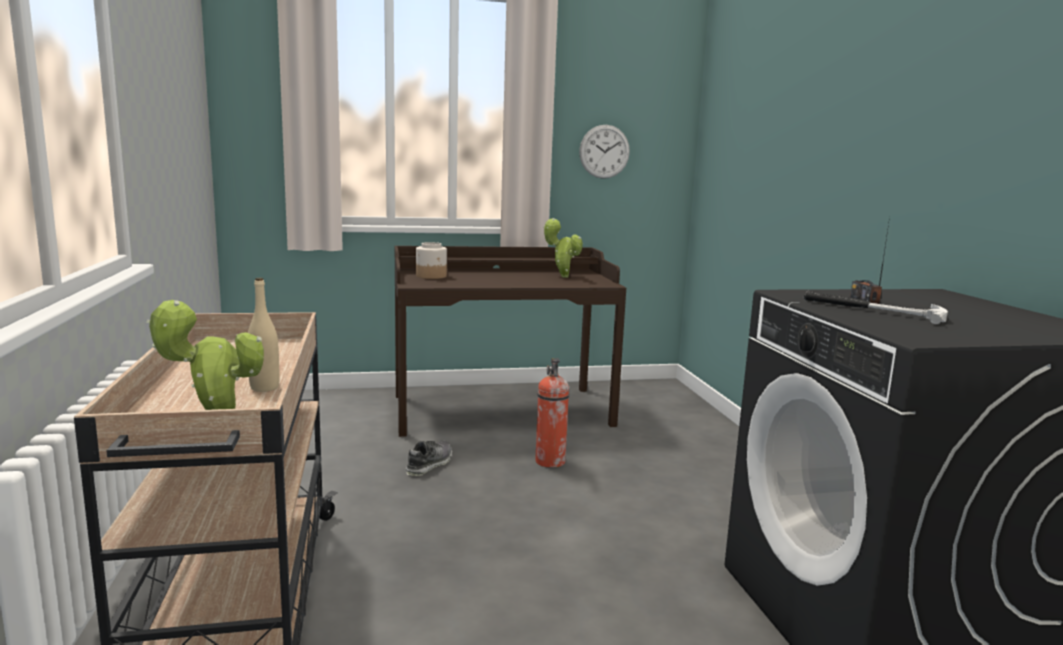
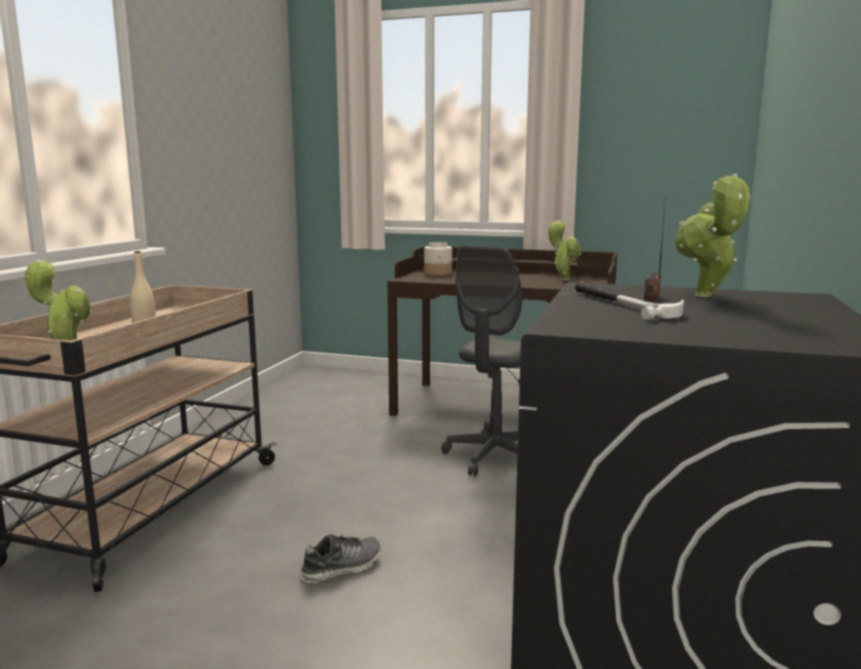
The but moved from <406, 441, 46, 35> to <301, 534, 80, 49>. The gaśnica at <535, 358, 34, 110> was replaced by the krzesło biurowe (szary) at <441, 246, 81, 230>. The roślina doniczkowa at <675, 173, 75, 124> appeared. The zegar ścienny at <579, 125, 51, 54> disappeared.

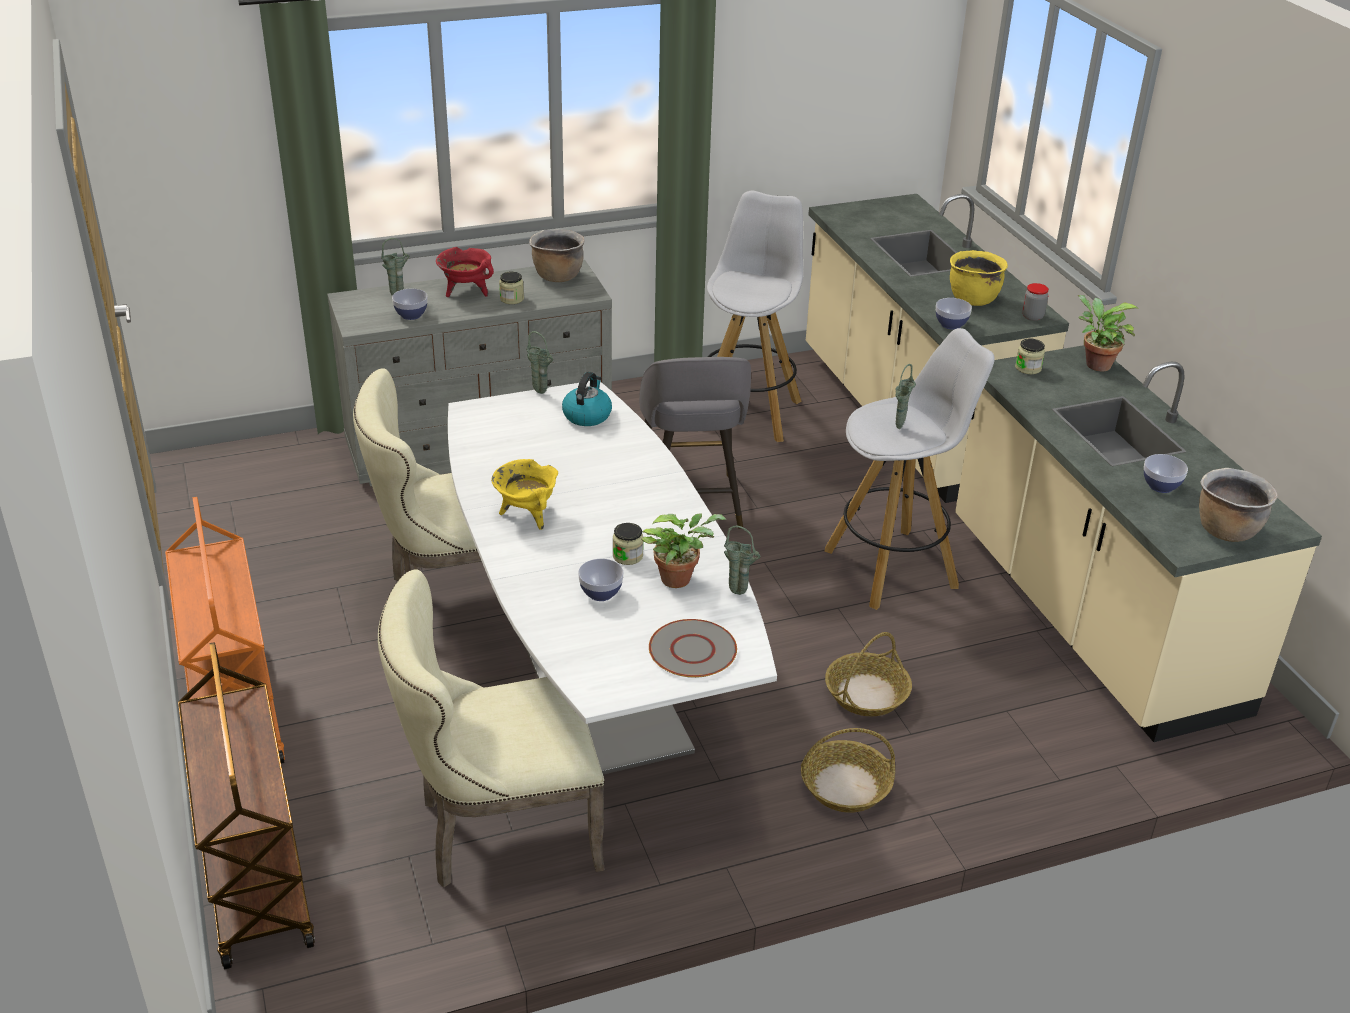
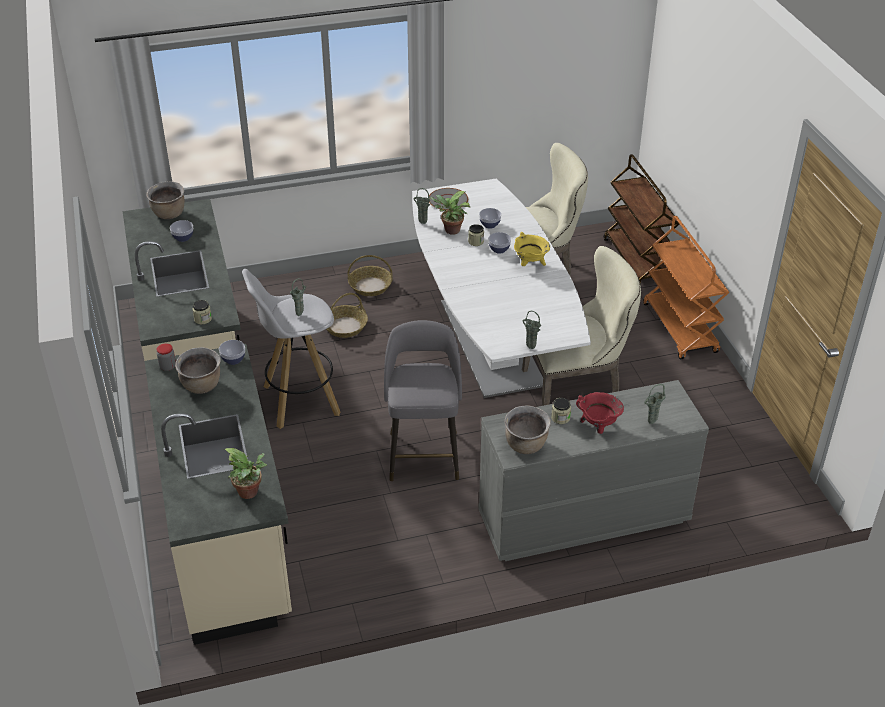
The garnek (żółty) at <950, 250, 58, 56> became the garnek (brązowy) at <175, 347, 46, 47>. The roślina doniczkowa moved from <1078, 295, 60, 76> to <224, 448, 43, 51>. The miska moved from <392, 289, 36, 31> to <488, 232, 23, 22>. The czajnik at <562, 372, 50, 54> disappeared. The stołek (biały) at <707, 191, 97, 251> disappeared.

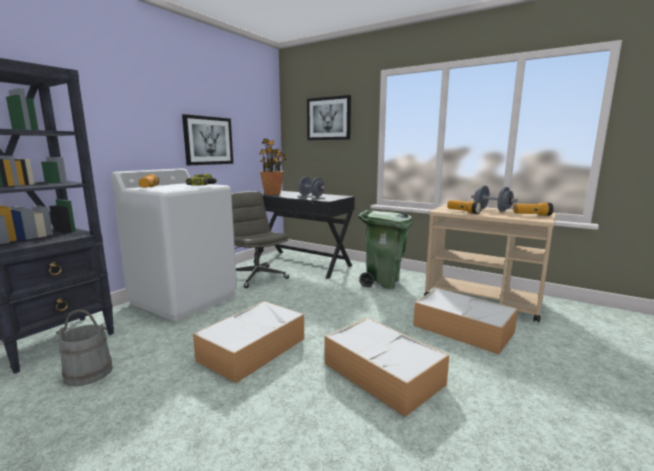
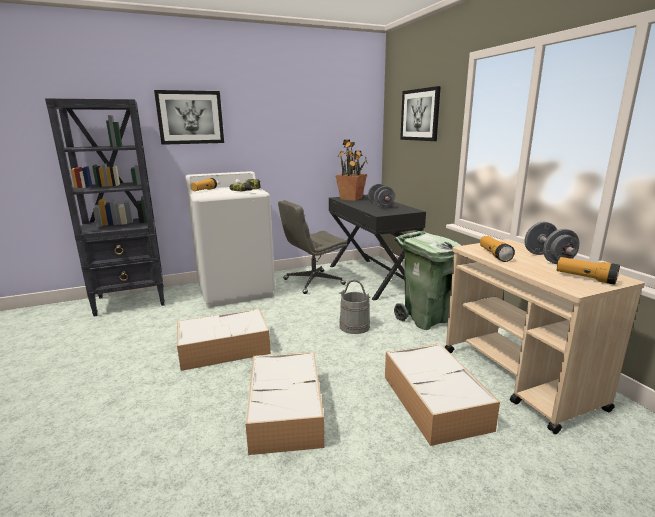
The obraz moved from <182, 114, 51, 52> to <154, 90, 70, 55>. The krzesło biurowe (szary) at <231, 191, 58, 97> turned 120 degrees counterclockwise. The wiadro (szary) moved from <56, 309, 57, 77> to <339, 280, 32, 54>.

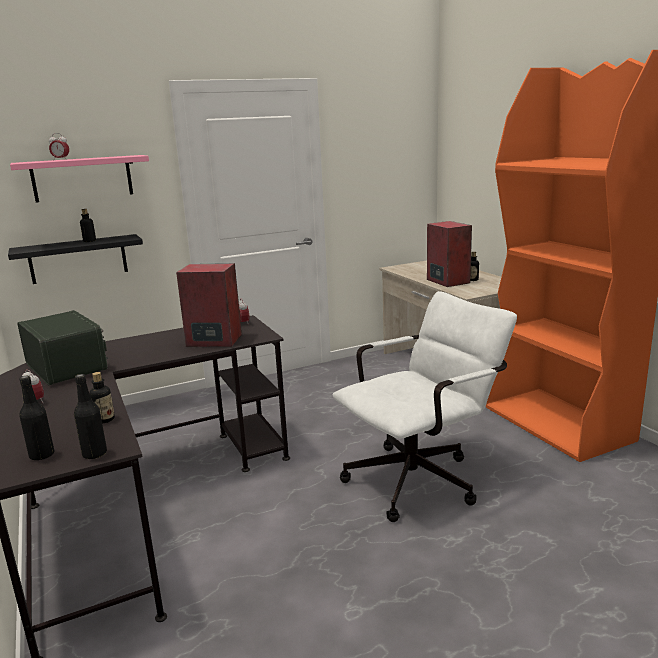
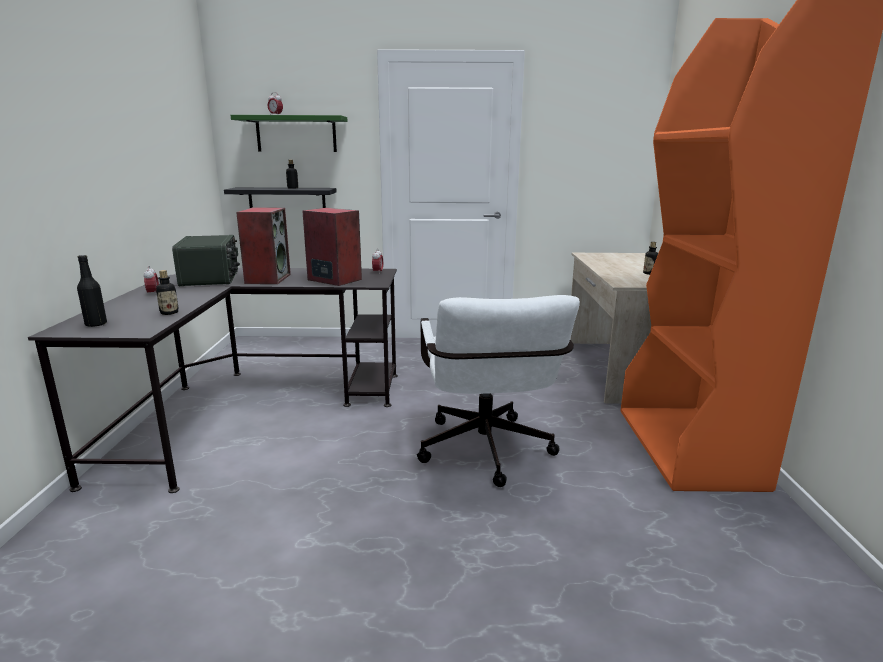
The półka (różowy) at <10, 155, 139, 48> became the półka (zielony) at <231, 115, 116, 37>. The głośnik moved from <427, 221, 45, 66> to <236, 207, 55, 77>. The krzesło biurowe (biały) at <333, 291, 184, 231> turned 90 degrees clockwise. The butelka (czarny) at <74, 374, 33, 85> disappeared.

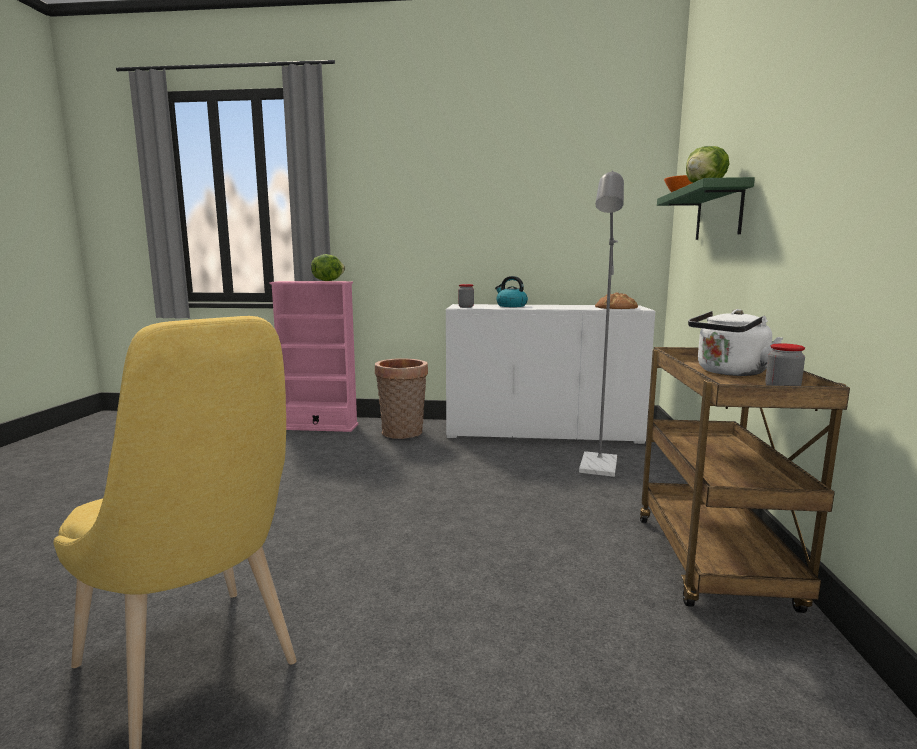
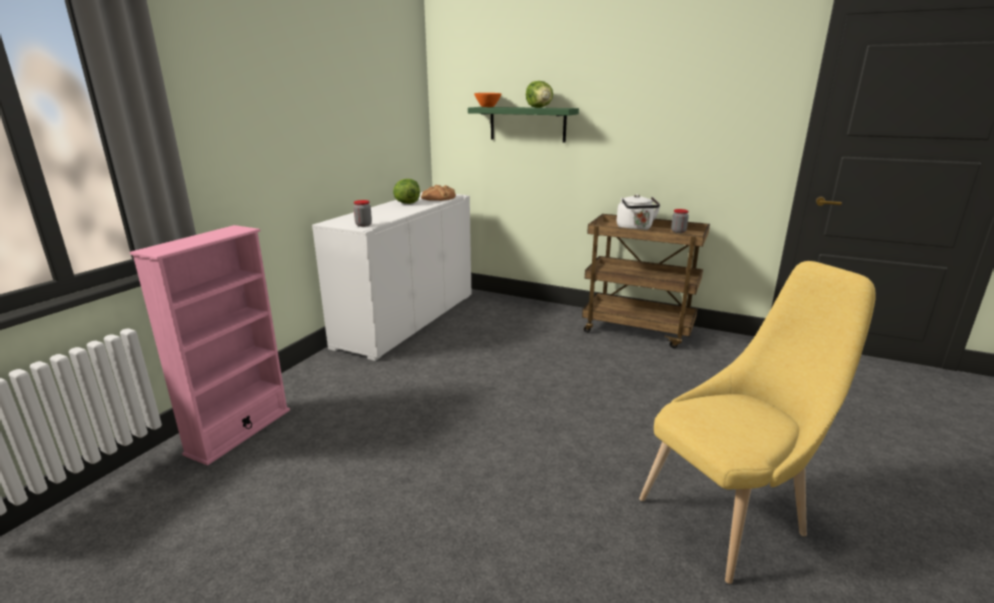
The sałata moved from <311, 254, 34, 27> to <393, 179, 27, 25>. The koszyk at <375, 358, 53, 81> disappeared. The czajnik at <495, 276, 33, 31> disappeared. The lampa stojąca (szary) at <579, 171, 45, 306> disappeared.

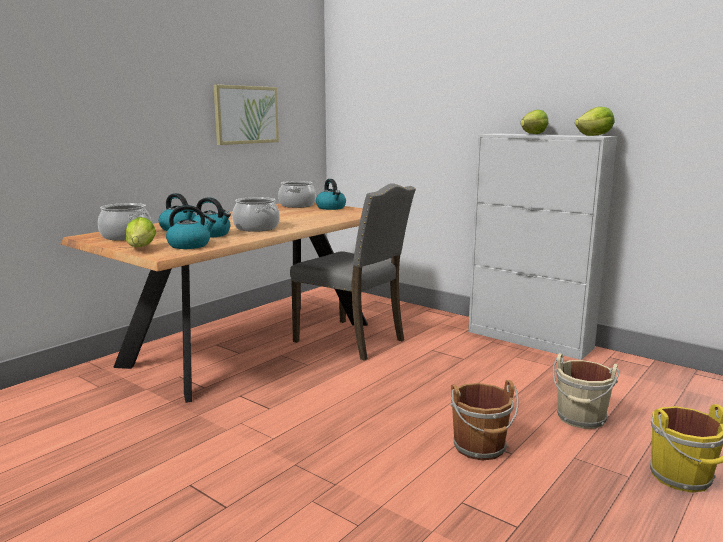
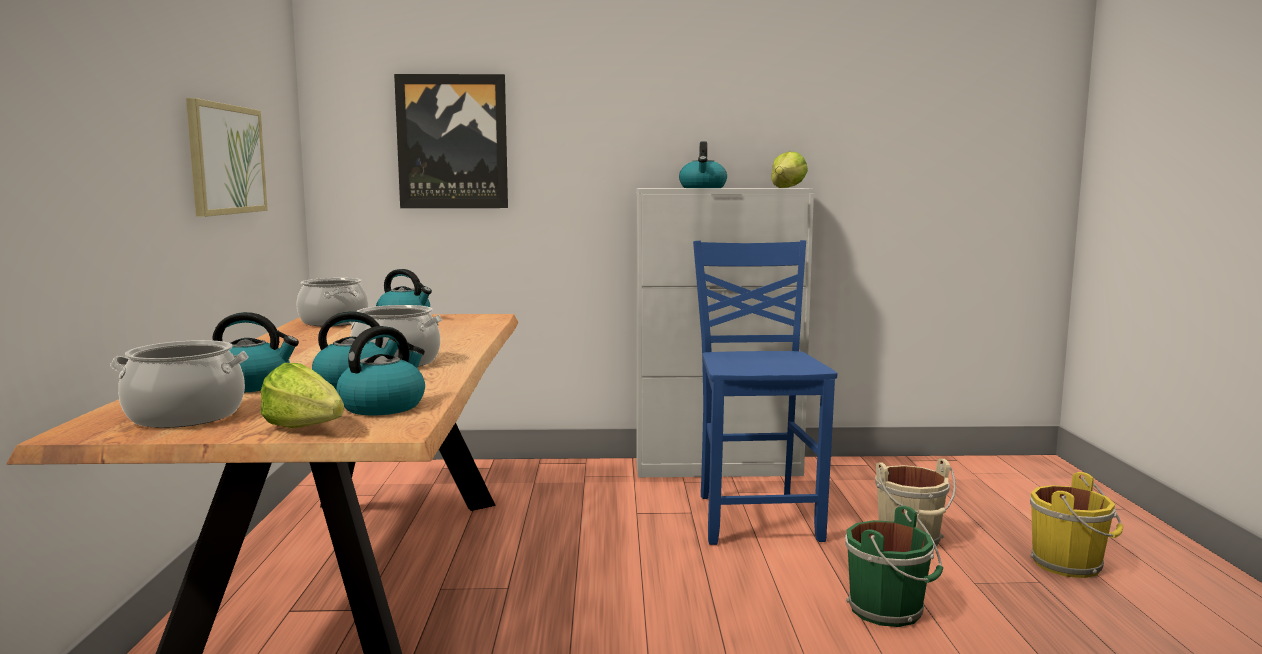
The obraz at <394, 74, 114, 134> appeared. The sałata at <521, 110, 28, 24> was replaced by the czajnik at <679, 141, 48, 47>. The krzesło (niebieski) at <693, 240, 144, 305> appeared. The wiadro (brązowy) at <451, 380, 68, 81> became the wiadro (zielony) at <845, 506, 98, 121>. The krzesło (szary) at <290, 183, 126, 178> disappeared.

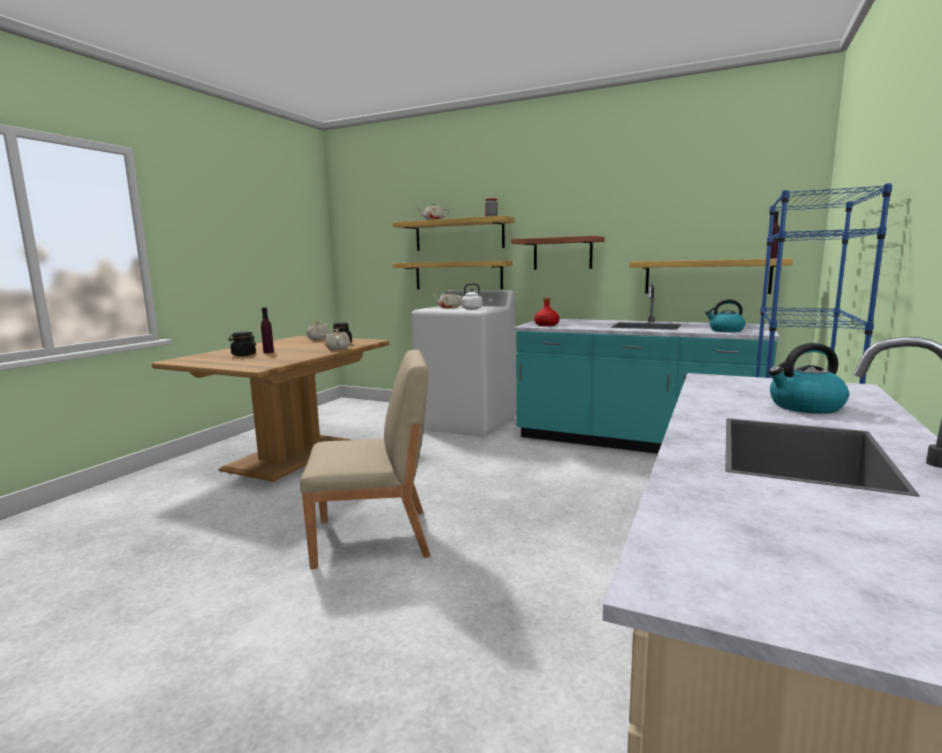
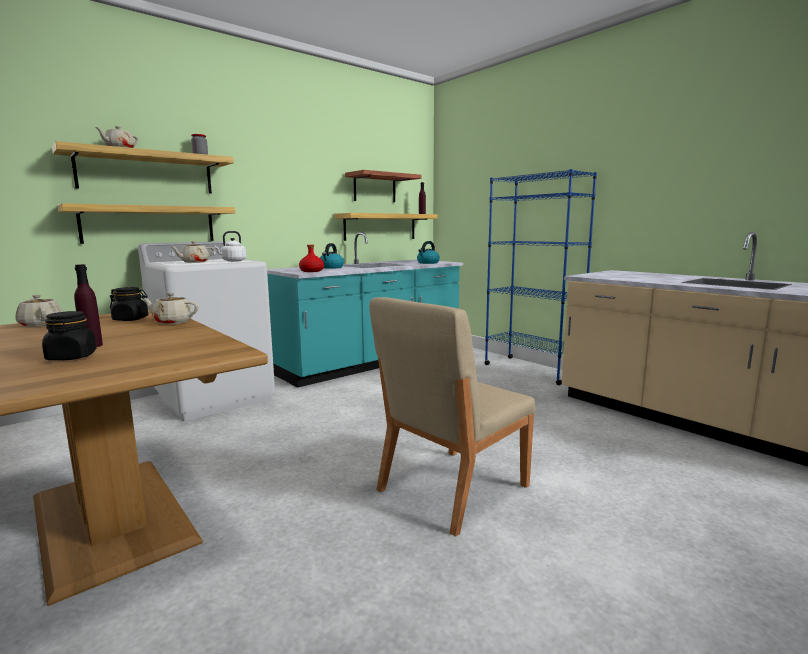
The czajnik moved from <769, 343, 80, 71> to <320, 243, 24, 26>. The półka moved from <512, 236, 92, 34> to <345, 170, 76, 32>. The krzesło (beżowy) at <300, 350, 130, 219> turned 150 degrees counterclockwise.

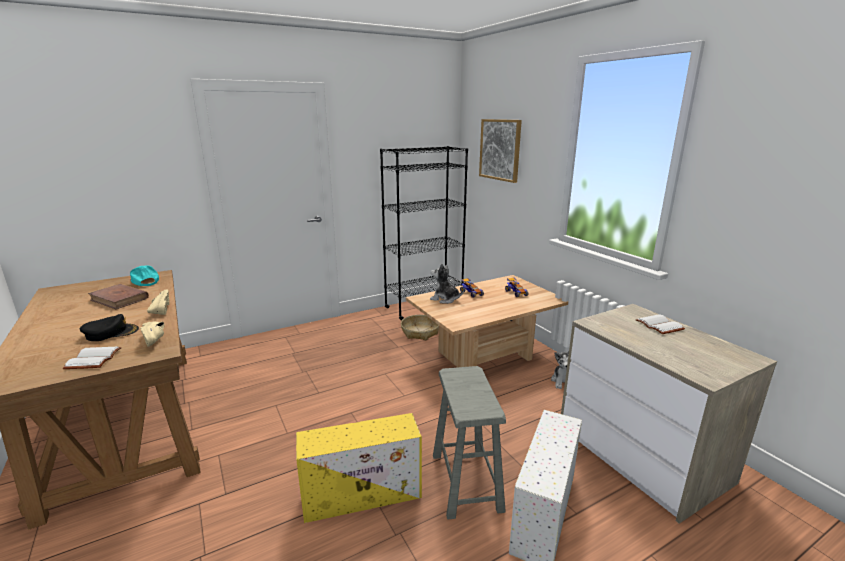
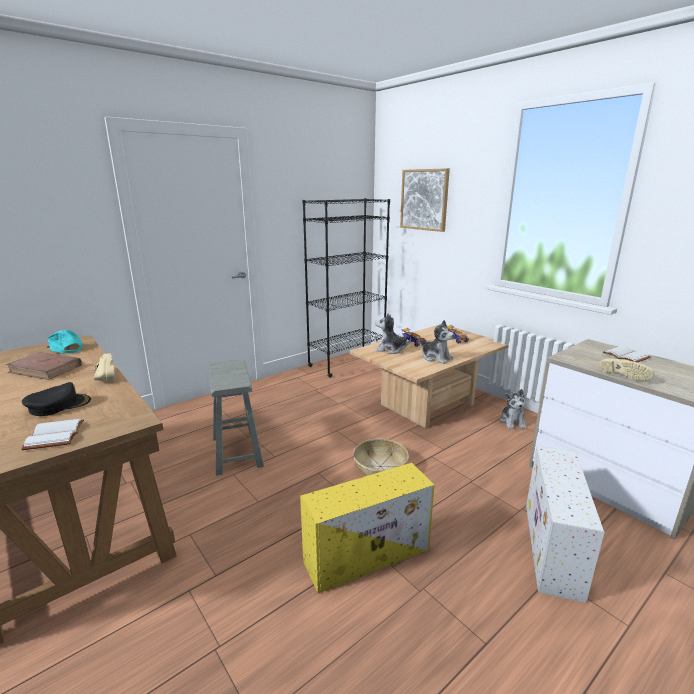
The stołek (szary) moved from <433, 366, 73, 154> to <209, 359, 55, 117>. The koszyk moved from <401, 315, 38, 25> to <353, 439, 56, 37>. The pluszak at <420, 320, 34, 44> appeared. The but (beżowy) moved from <140, 321, 24, 26> to <598, 358, 56, 23>.

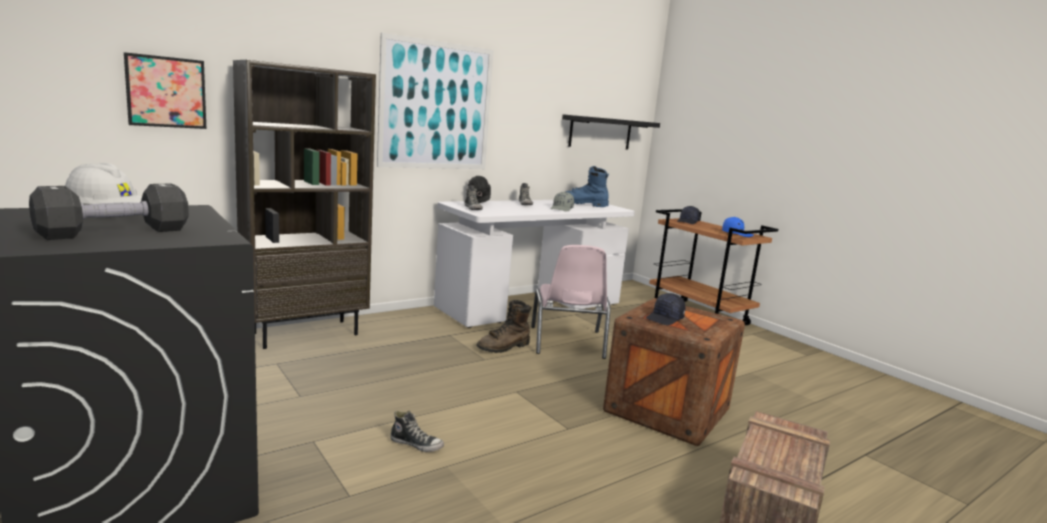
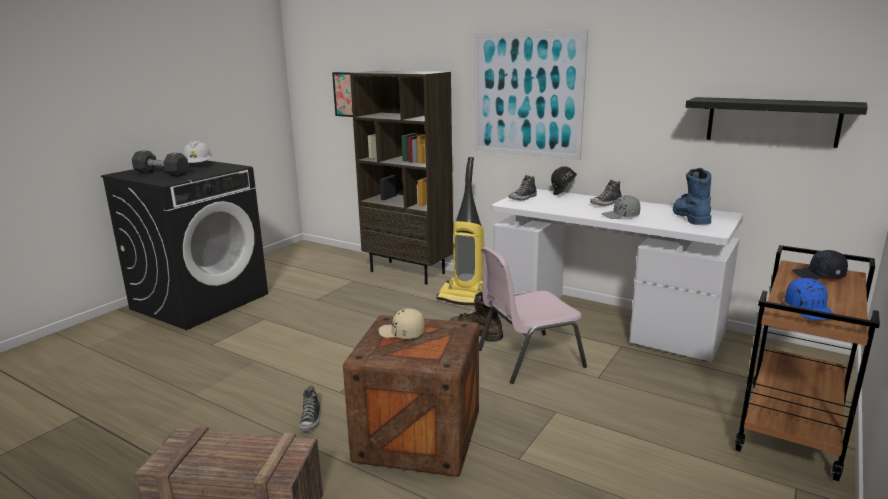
The but moved from <390, 411, 54, 41> to <299, 385, 21, 46>. The czapka z daszkiem (czarny) at <646, 293, 39, 32> became the czapka z daszkiem (beżowy) at <379, 308, 46, 31>. The odkurzacz at <436, 157, 48, 148> appeared.

